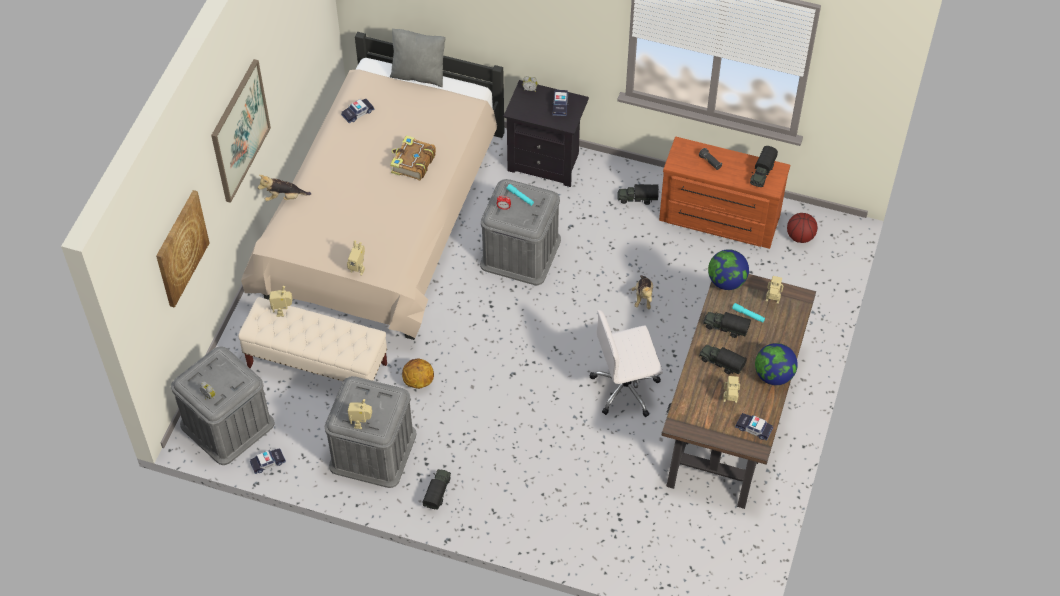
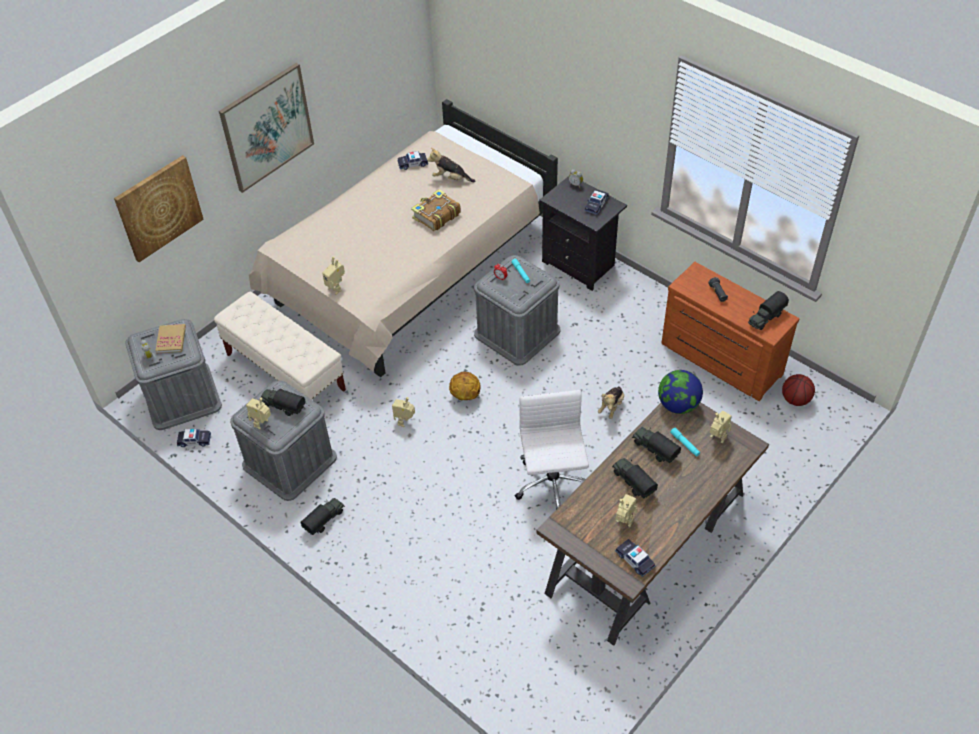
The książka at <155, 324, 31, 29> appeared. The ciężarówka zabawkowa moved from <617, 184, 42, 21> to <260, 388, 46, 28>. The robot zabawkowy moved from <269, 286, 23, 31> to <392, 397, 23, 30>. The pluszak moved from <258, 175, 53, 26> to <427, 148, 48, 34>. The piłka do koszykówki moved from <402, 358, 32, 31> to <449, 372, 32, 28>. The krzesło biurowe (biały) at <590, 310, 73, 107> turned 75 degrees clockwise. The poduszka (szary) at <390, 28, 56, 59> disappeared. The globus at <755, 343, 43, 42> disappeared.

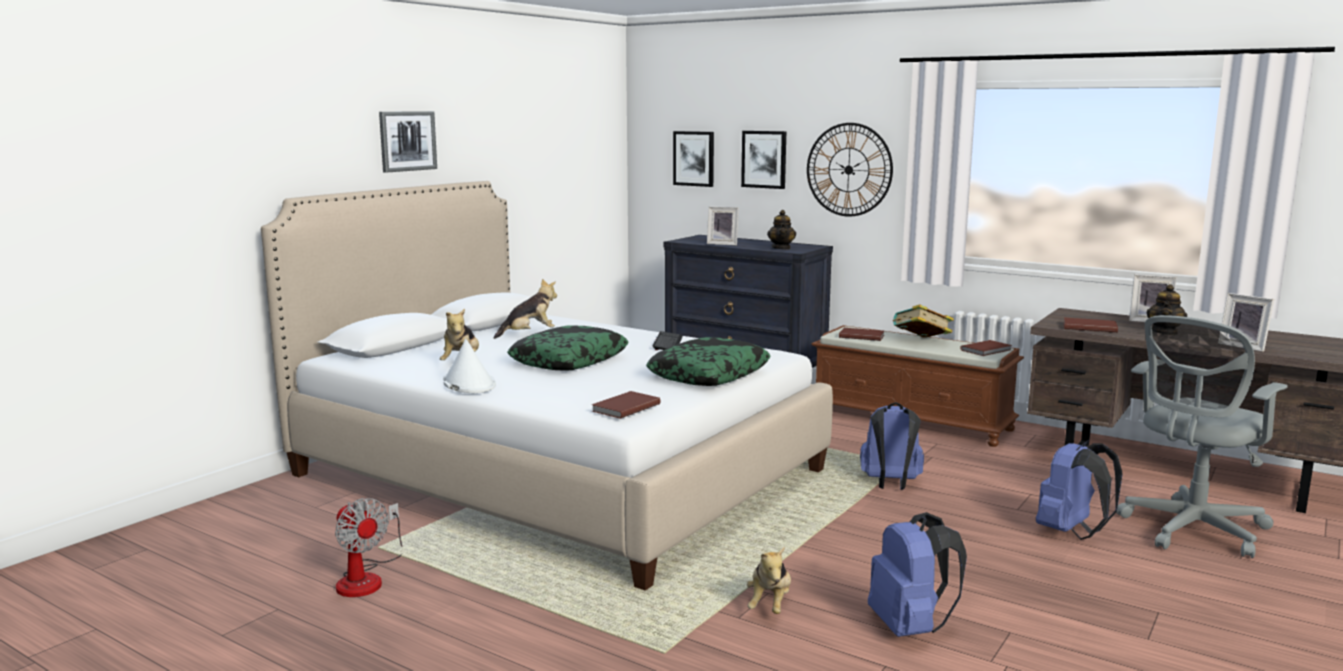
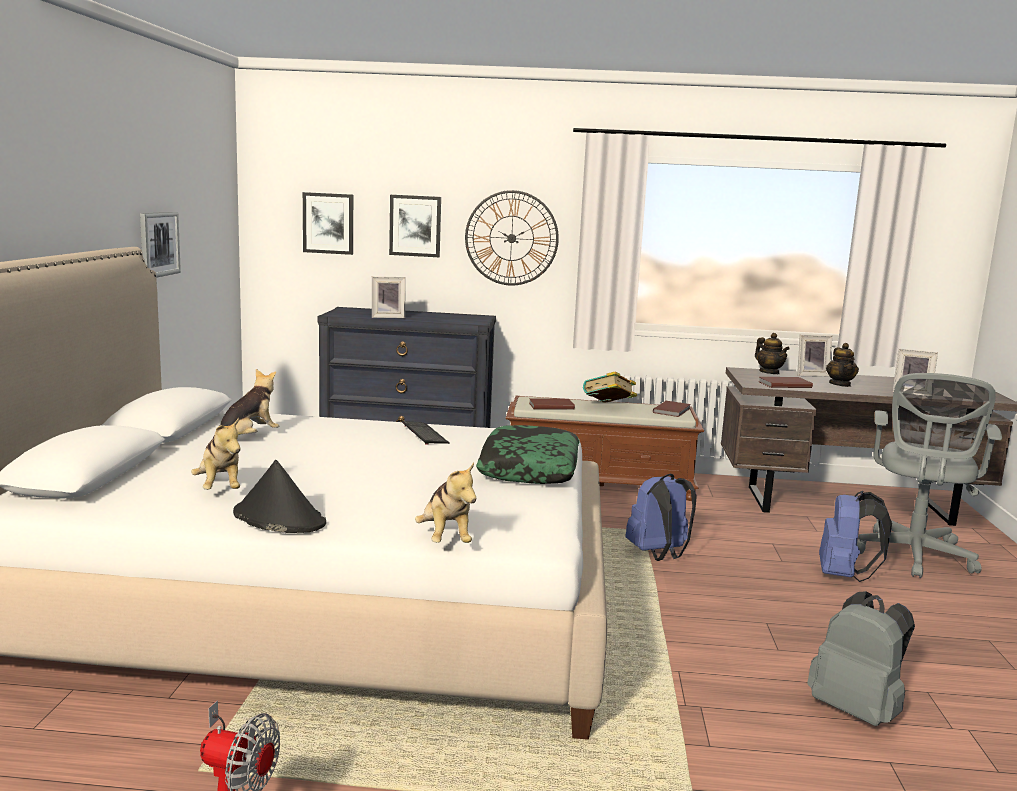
The obraz moved from <379, 111, 58, 62> to <140, 212, 41, 66>. The kapelusz (biały) at <443, 339, 53, 54> became the kapelusz (czarny) at <233, 460, 93, 73>. The pluszak moved from <747, 547, 44, 67> to <415, 462, 62, 81>. The imbryk moved from <767, 210, 29, 39> to <755, 333, 35, 41>. The plecak (niebieski) at <868, 512, 99, 125> became the plecak (szary) at <808, 591, 107, 135>. The poduszka at <507, 325, 121, 46> disappeared. The książka (brązowy) at <592, 391, 69, 28> disappeared.

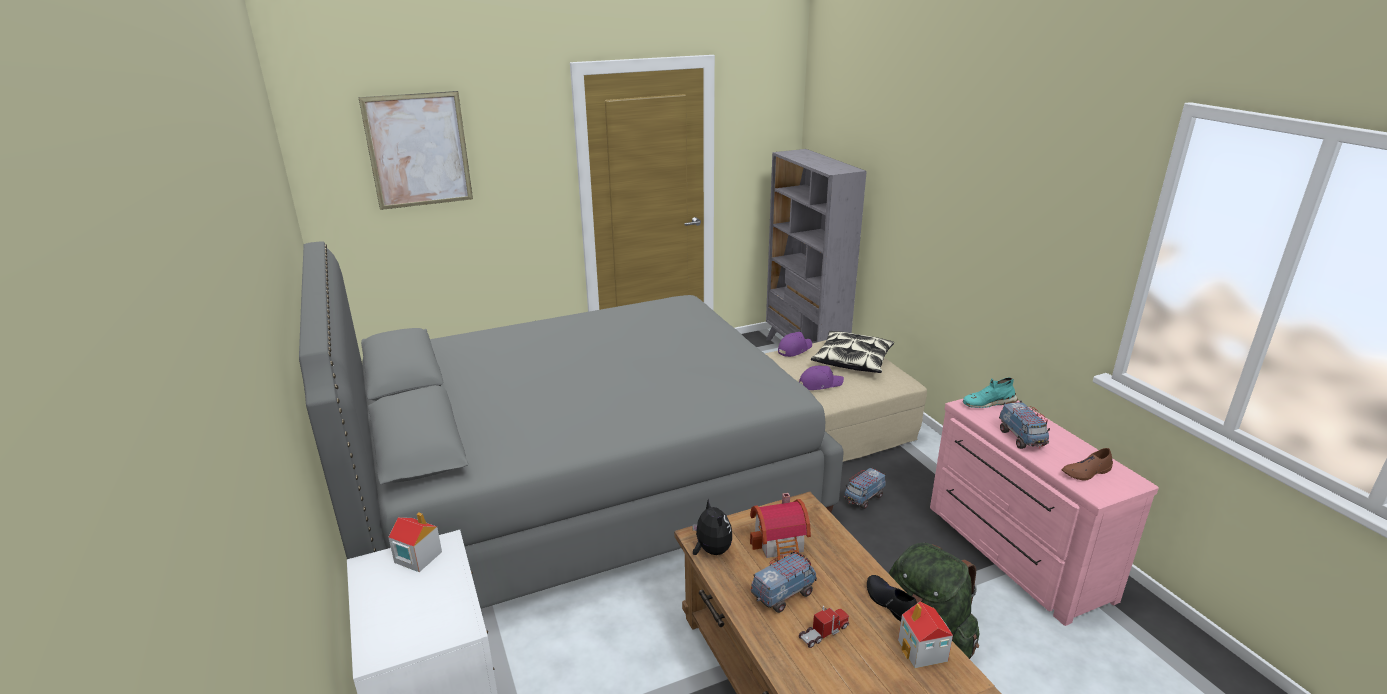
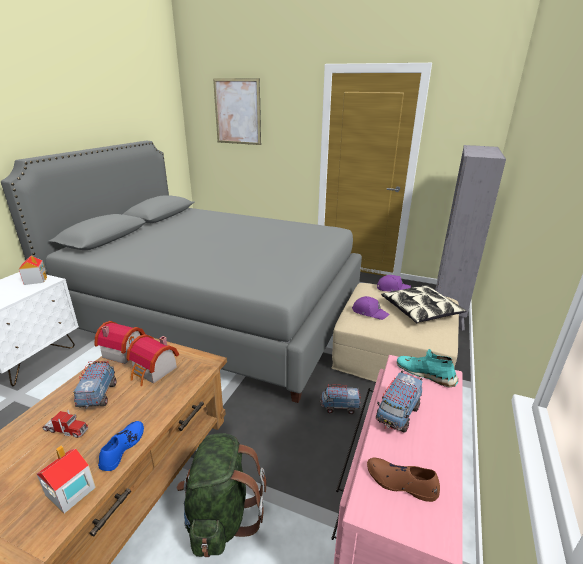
The ciężarówka zabawkowa at <751, 549, 66, 64> turned 105 degrees counterclockwise. The pluszak at <692, 498, 40, 57> was replaced by the domek at <94, 321, 51, 43>. The but (czarny) at <867, 575, 50, 46> became the but (niebieski) at <98, 421, 46, 50>.

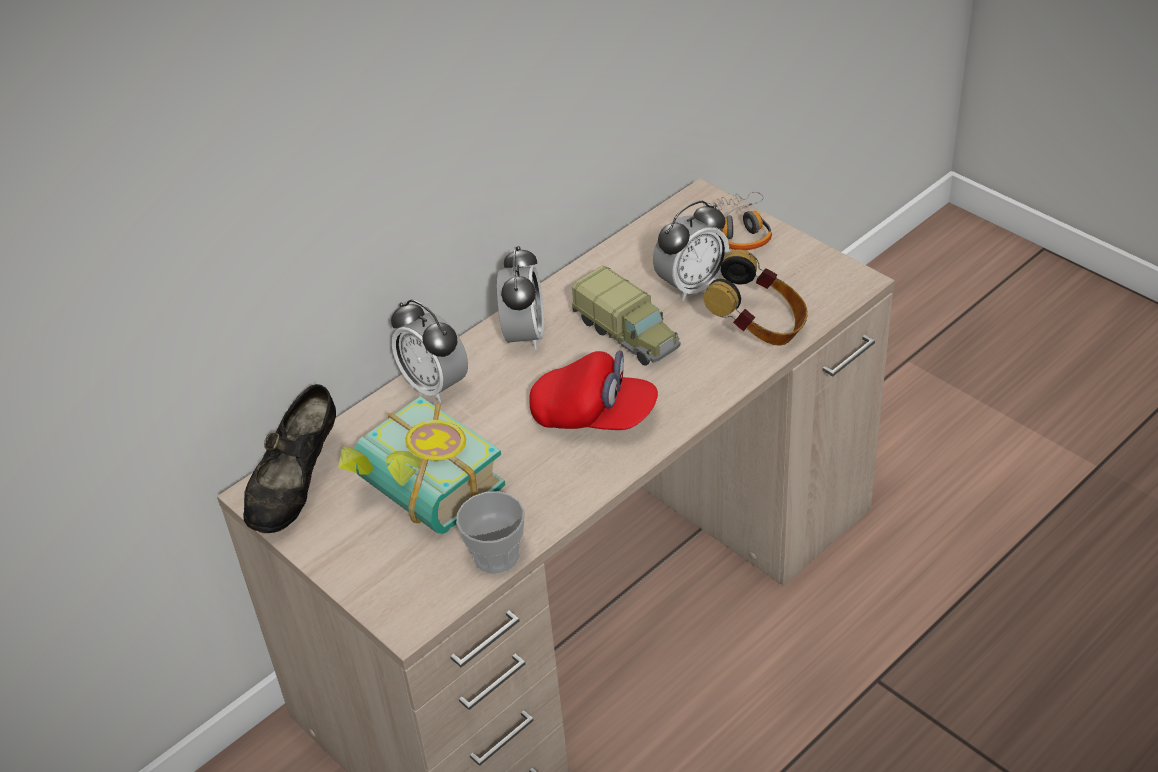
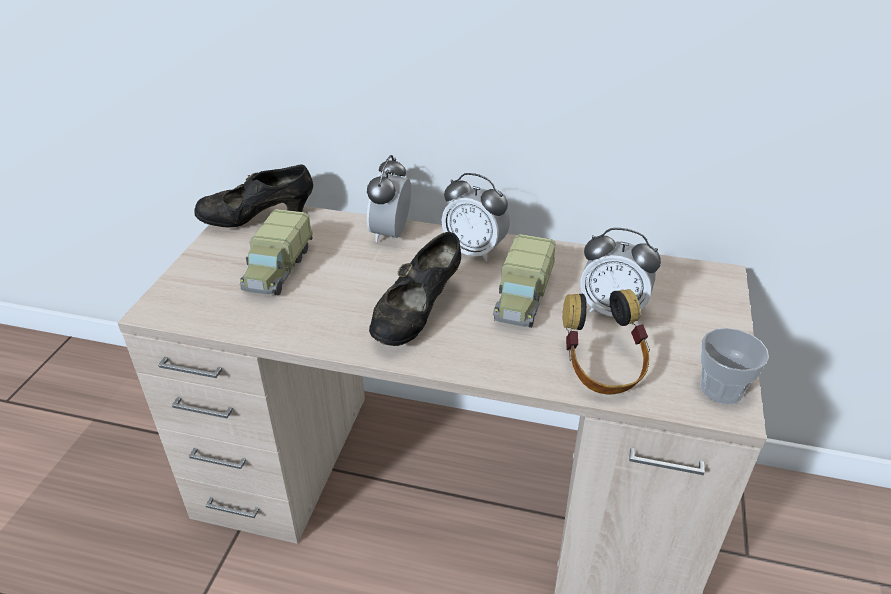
The książka at <338, 396, 167, 138> was replaced by the ciężarówka zabawkowa at <240, 209, 73, 86>. The czapka z daszkiem (czerwony) at <529, 350, 129, 80> was replaced by the but (czarny) at <369, 232, 92, 114>. The budzik at <497, 246, 47, 104> turned 60 degrees clockwise. The filiżanka moved from <456, 491, 69, 83> to <700, 328, 69, 76>. The słuchawki at <704, 192, 68, 58> disappeared.

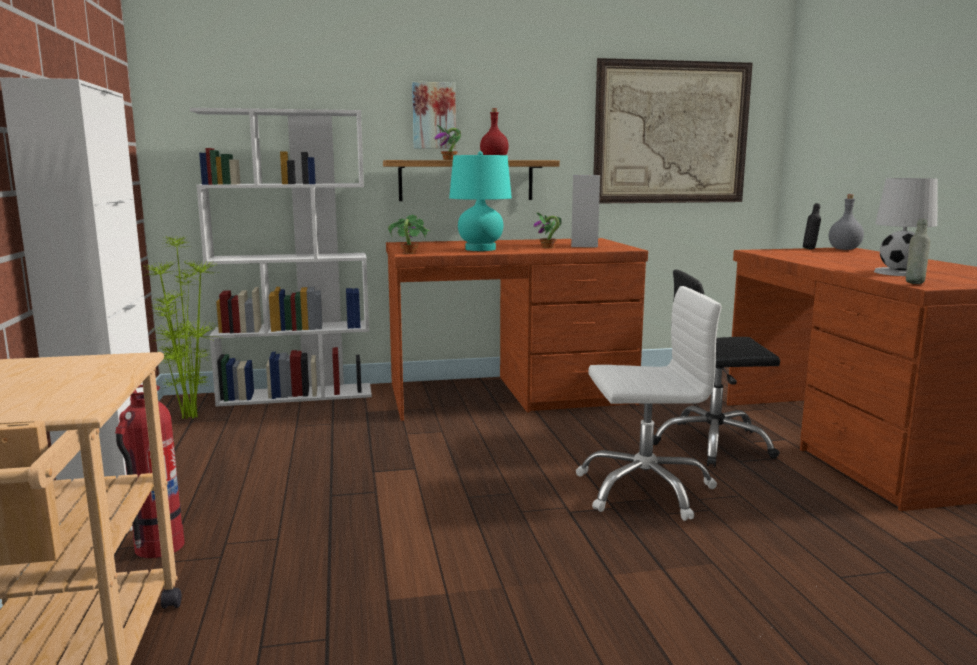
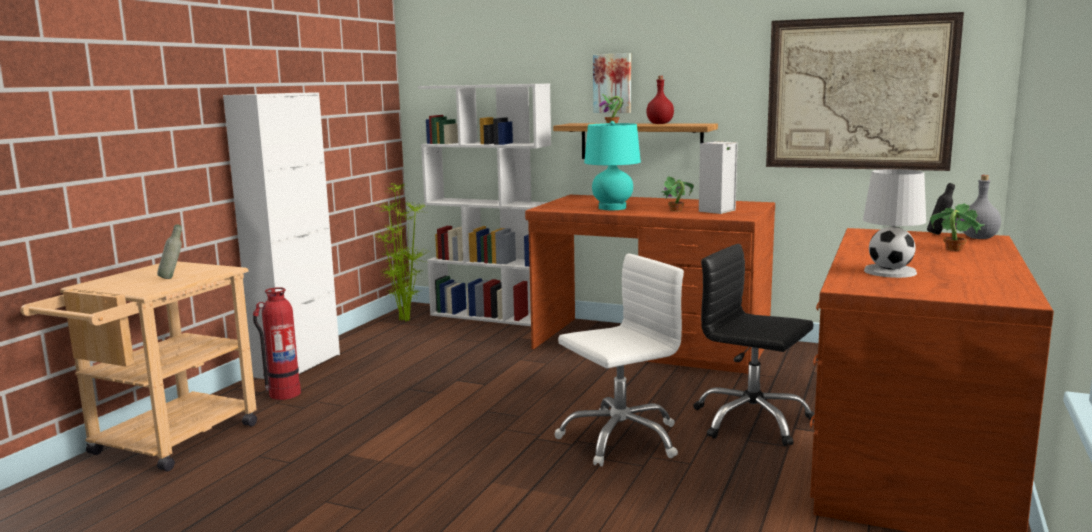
The butelka (szary) moved from <906, 219, 24, 65> to <157, 224, 25, 55>. The krzesło biurowe (biały) at <576, 286, 146, 235> turned 60 degrees counterclockwise. The roślina doniczkowa moved from <388, 214, 42, 40> to <930, 203, 54, 48>.

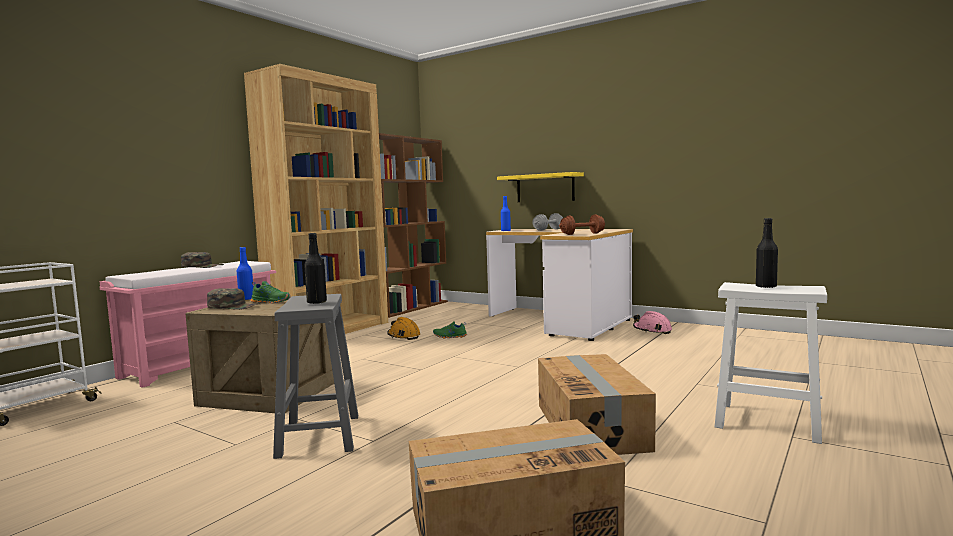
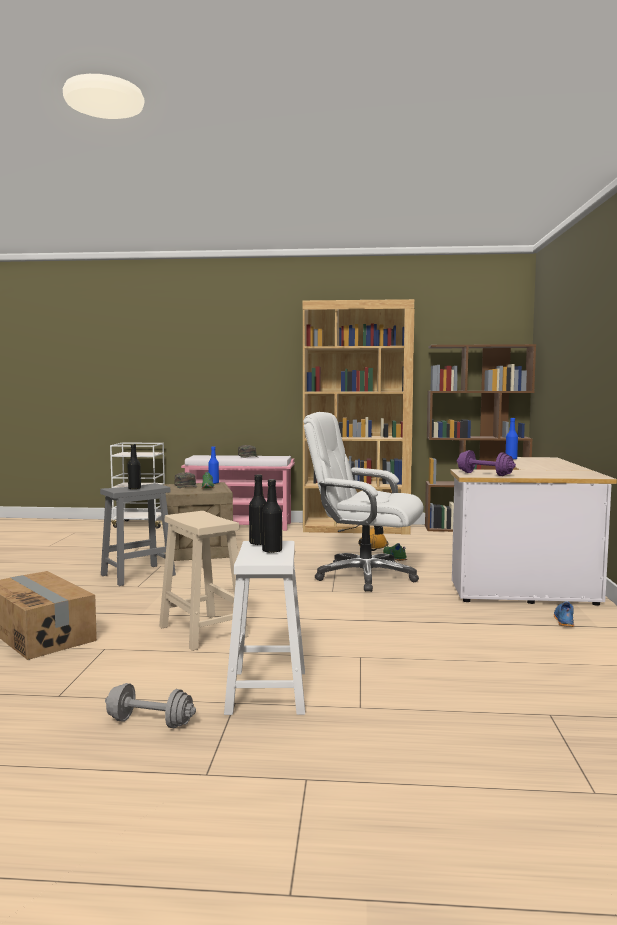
The hantel (szary) moved from <532, 213, 31, 18> to <105, 683, 91, 45>. The karton at <538, 354, 118, 101> was replaced by the stołek (beżowy) at <159, 511, 90, 140>. The butelka (czarny) at <249, 475, 18, 70> appeared. The krzesło biurowe (biały) at <303, 412, 121, 180> appeared. The hantel (brązowy) at <559, 214, 46, 21> became the hantel (fioletowy) at <457, 450, 59, 26>. The kask (różowy) at <633, 311, 39, 23> was replaced by the but (niebieski) at <554, 602, 20, 25>. The półka (żółty) at <497, 172, 87, 30> disappeared.

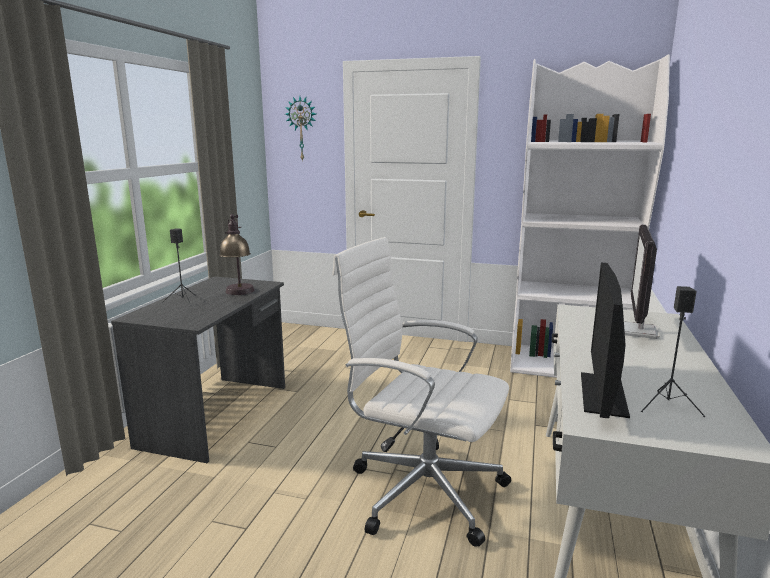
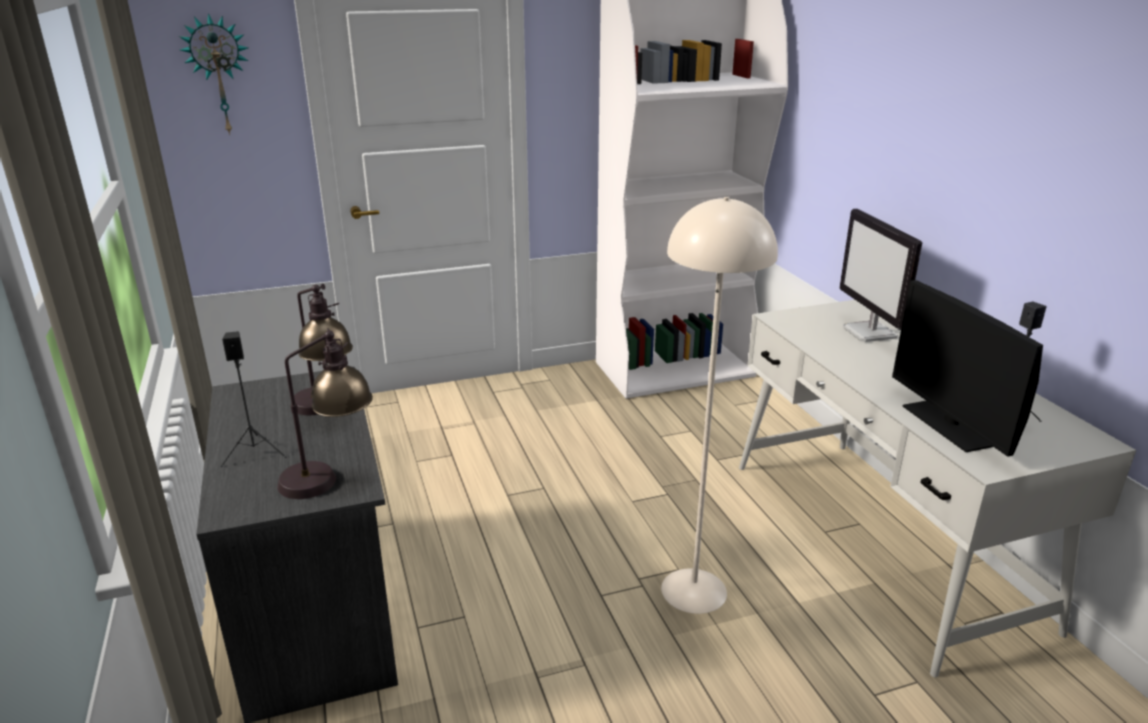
The lampa stołowa at <277, 329, 96, 170> appeared. The krzesło biurowe (biały) at <332, 237, 179, 310> was replaced by the lampa stojąca (beżowy) at <661, 197, 117, 417>.

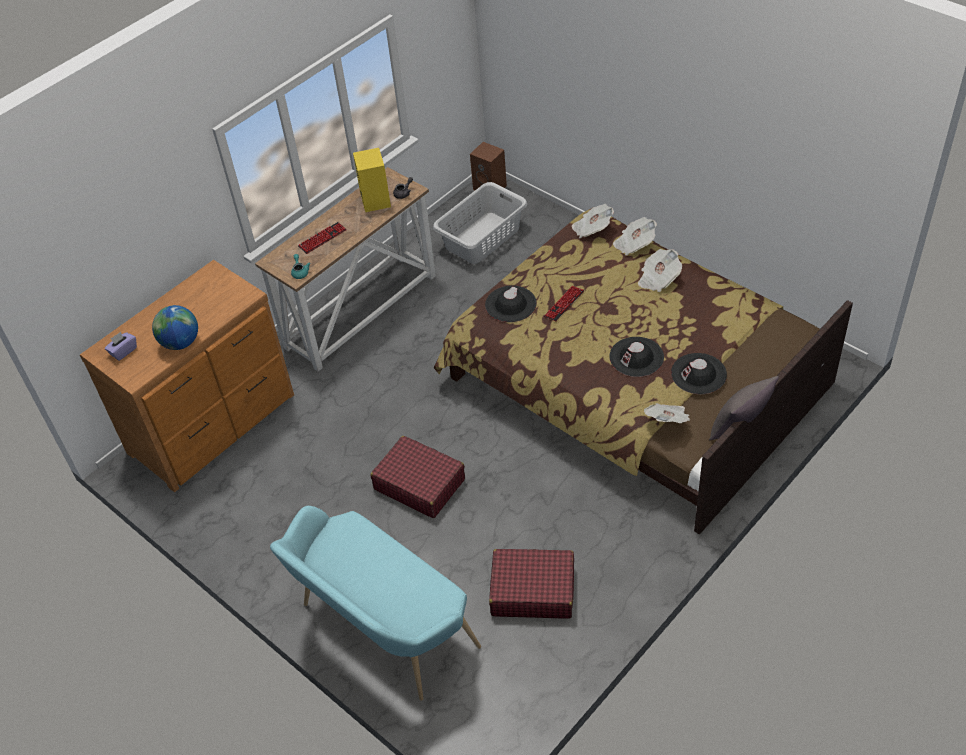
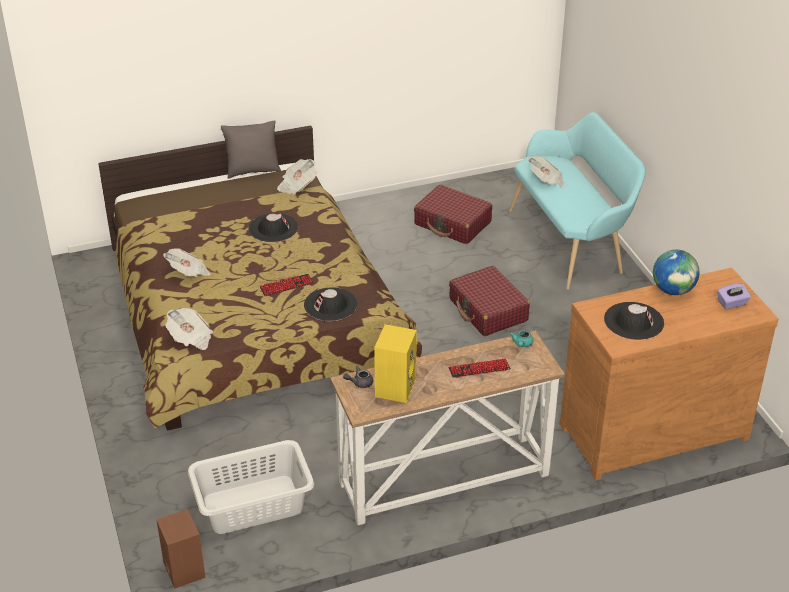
The gazeta moved from <613, 217, 44, 39> to <528, 156, 37, 31>. The kapelusz (czarny) moved from <671, 353, 56, 41> to <604, 302, 60, 38>.

